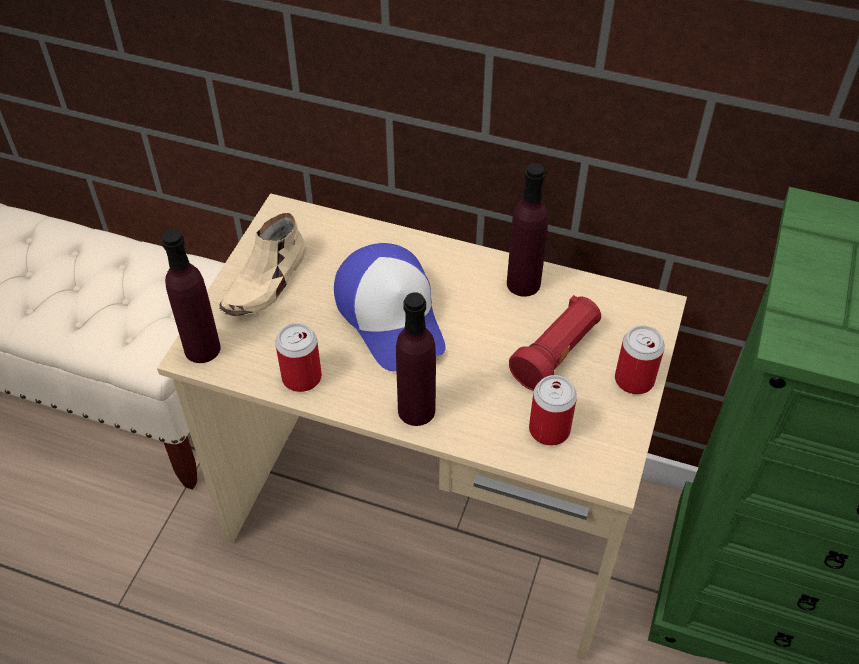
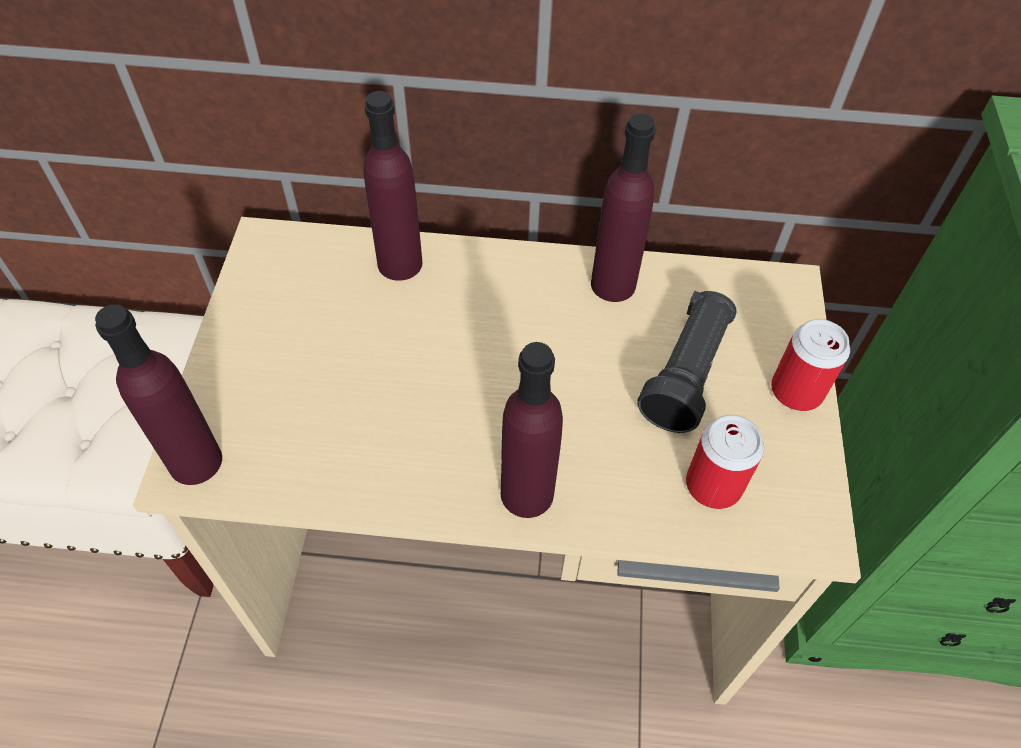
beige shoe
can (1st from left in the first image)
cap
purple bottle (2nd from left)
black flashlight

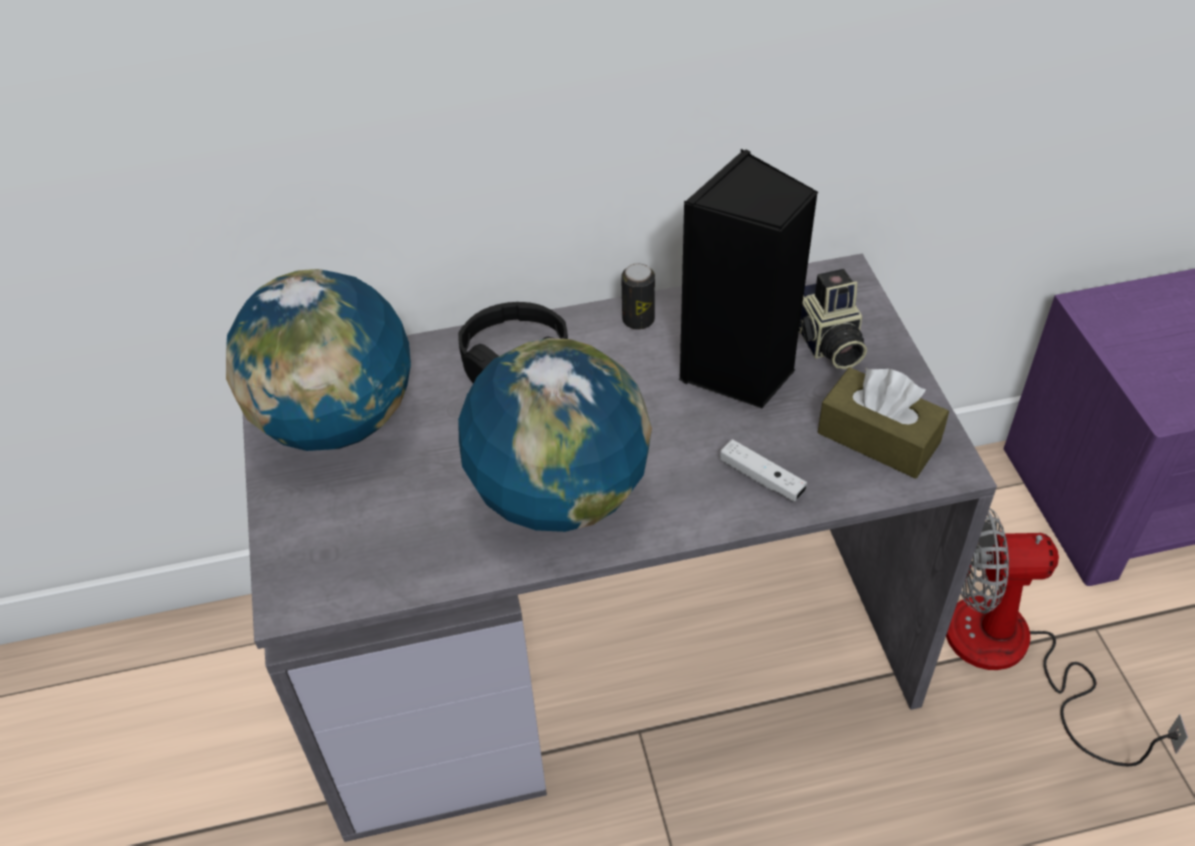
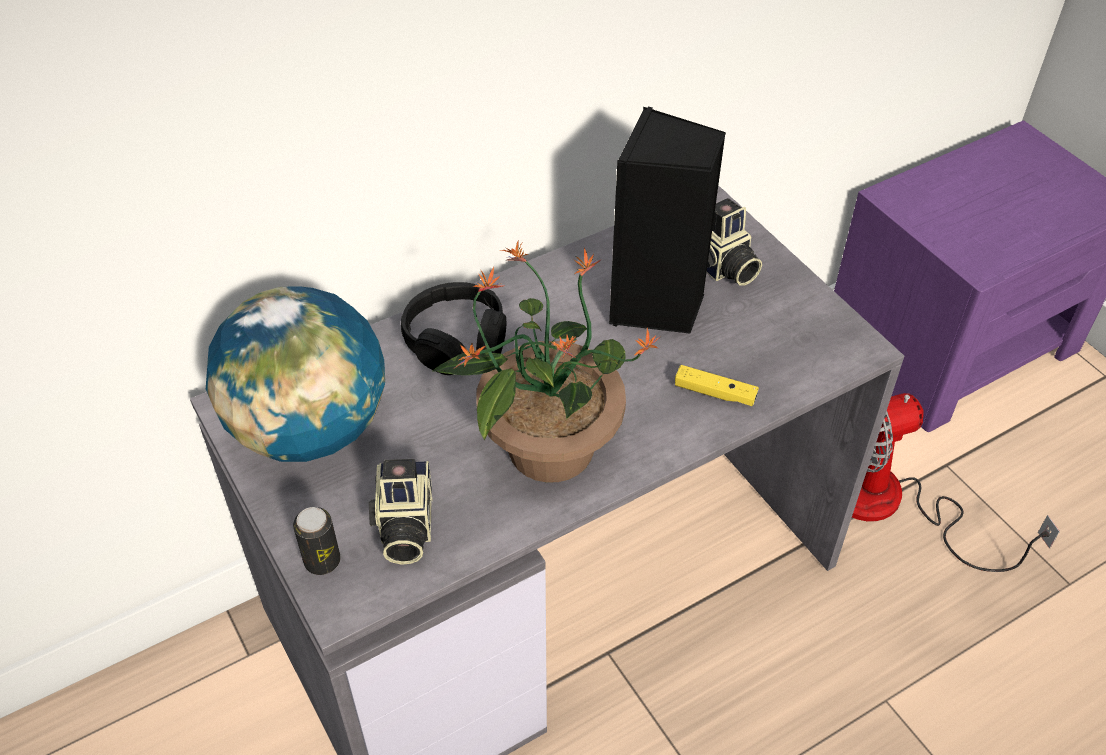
brown tissue box
photo camera (1st from left)
can
potted plant
yellow game controller

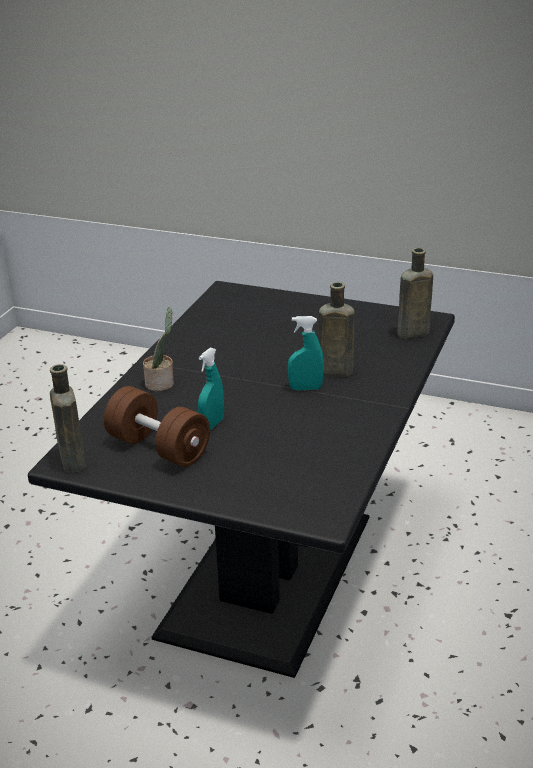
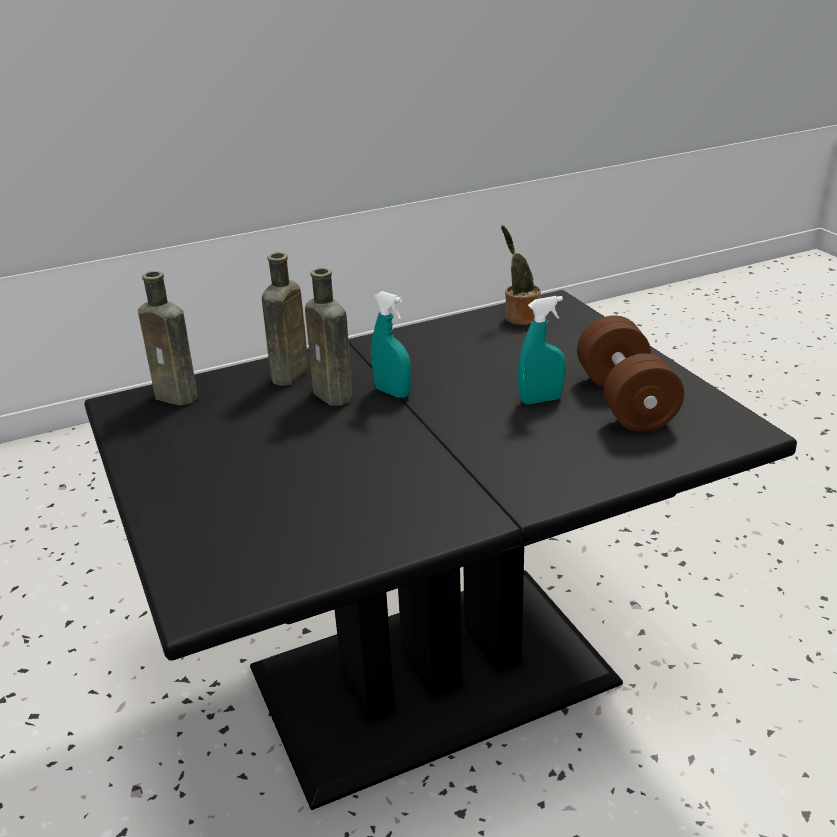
brown bottle (2nd from left)
potted plant

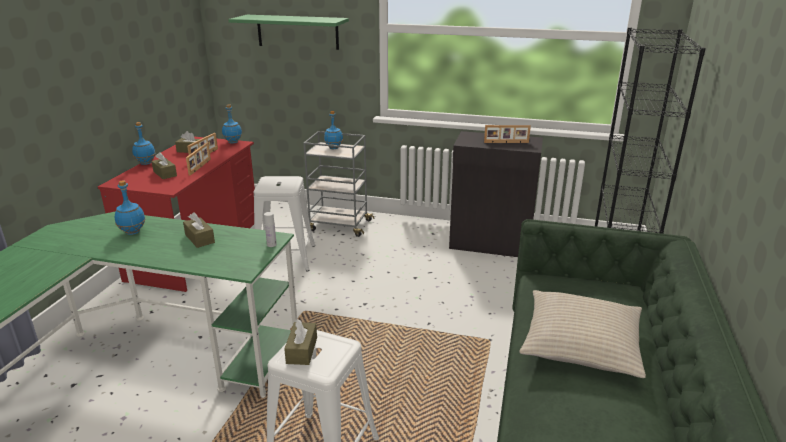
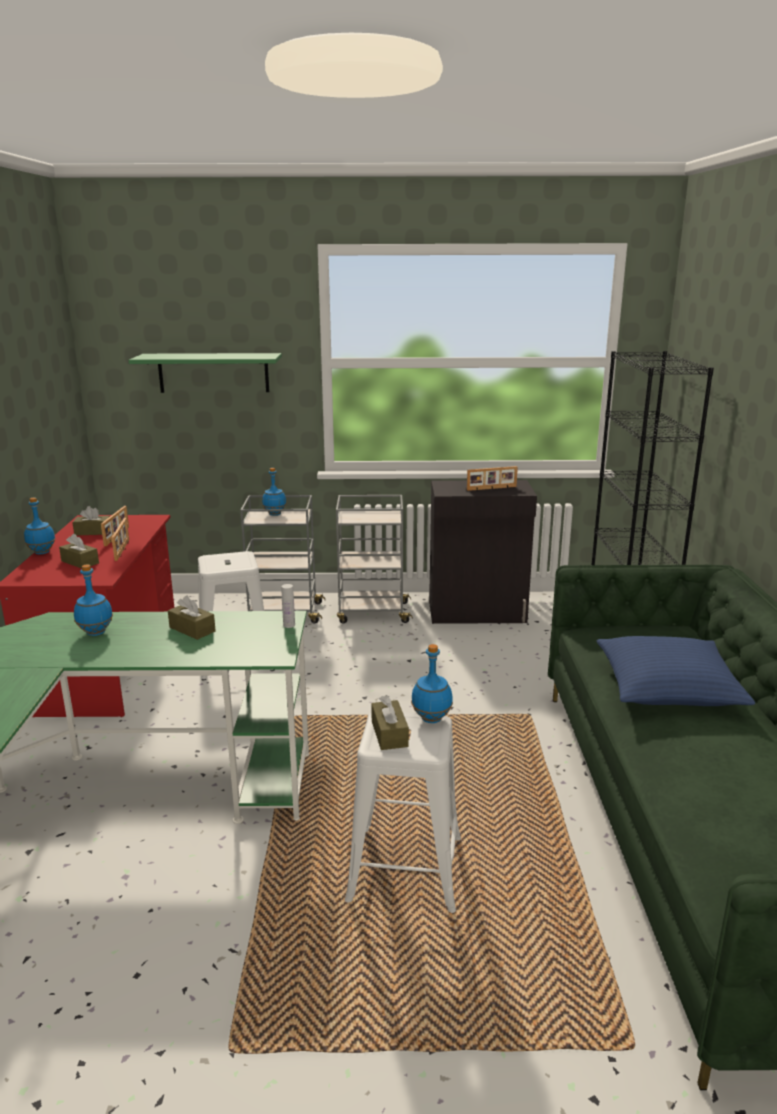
grey cart (2nd from left)
blue bottle (4th from left)
blue pillow

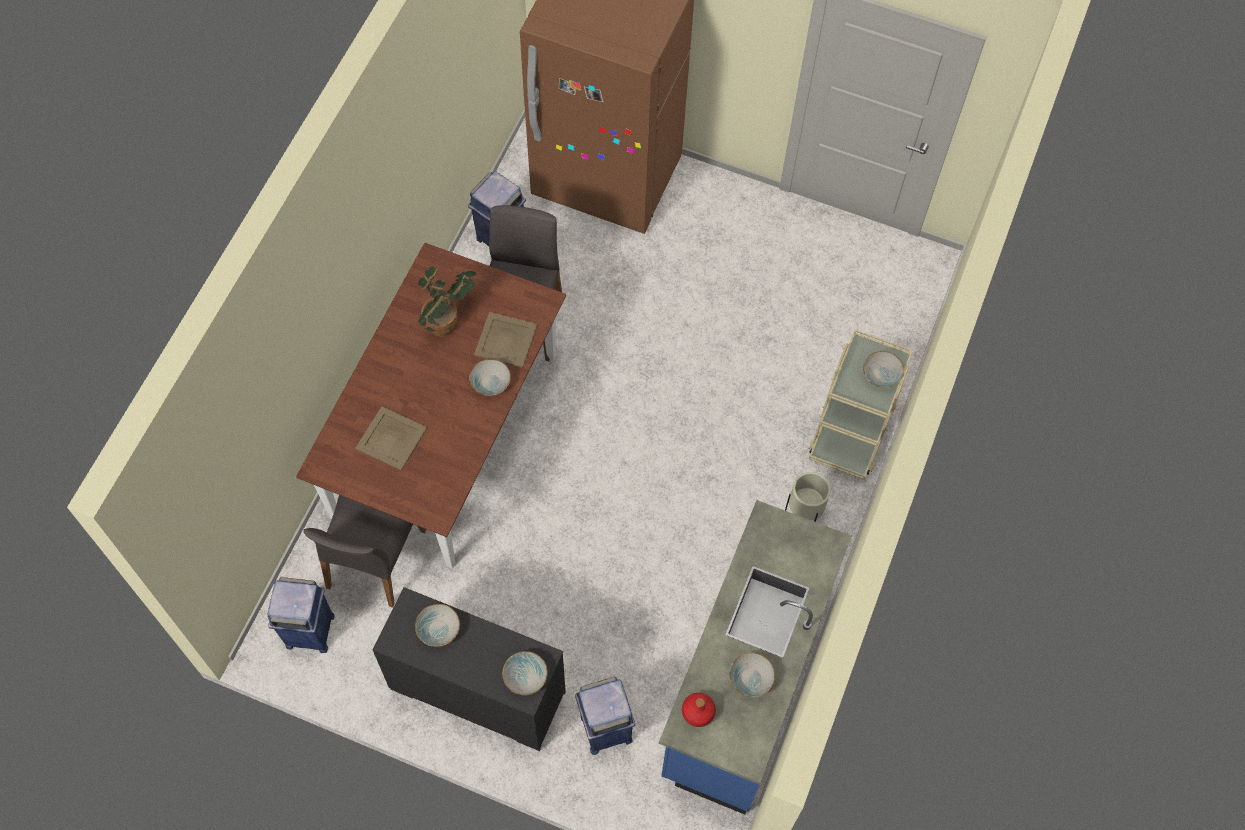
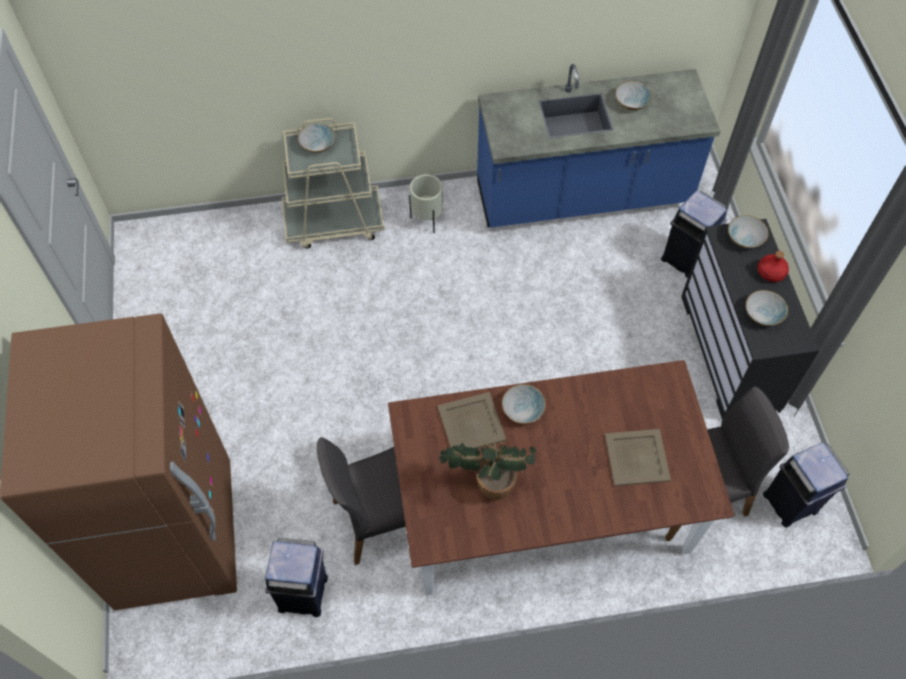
red bottle

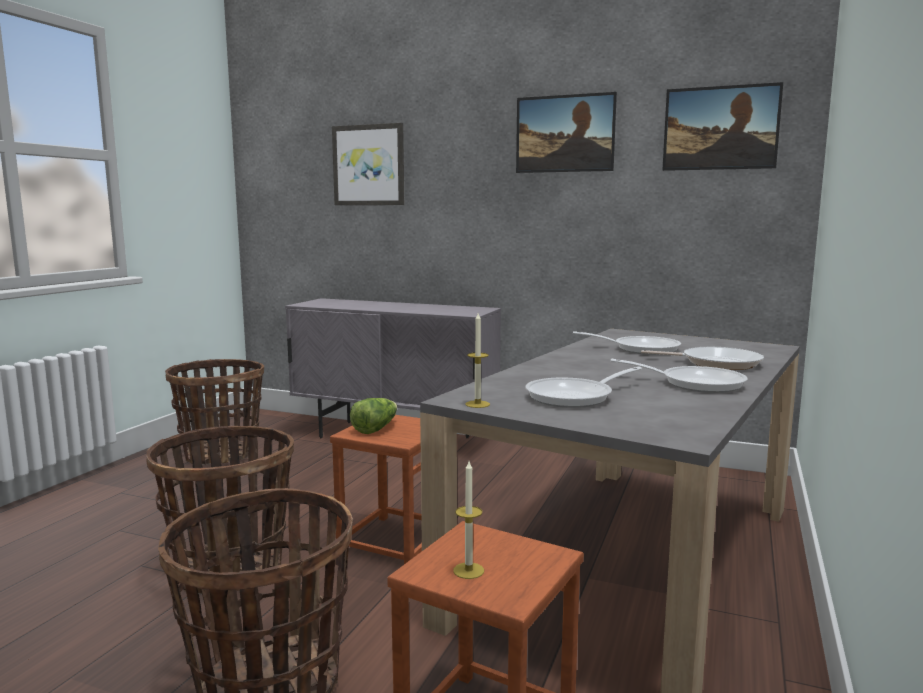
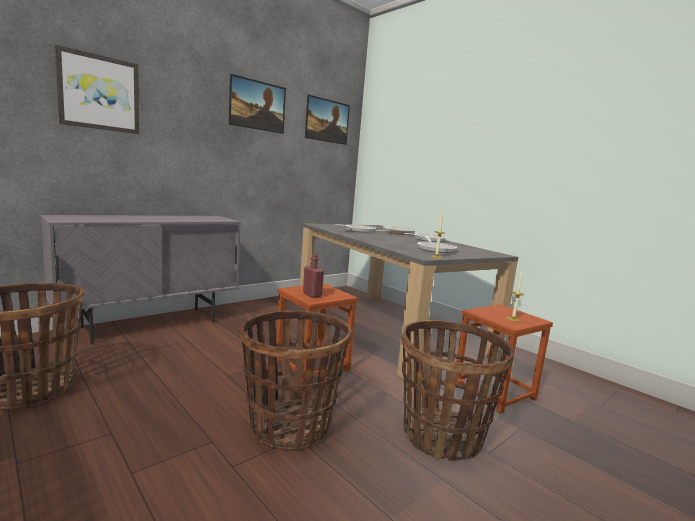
red bottle

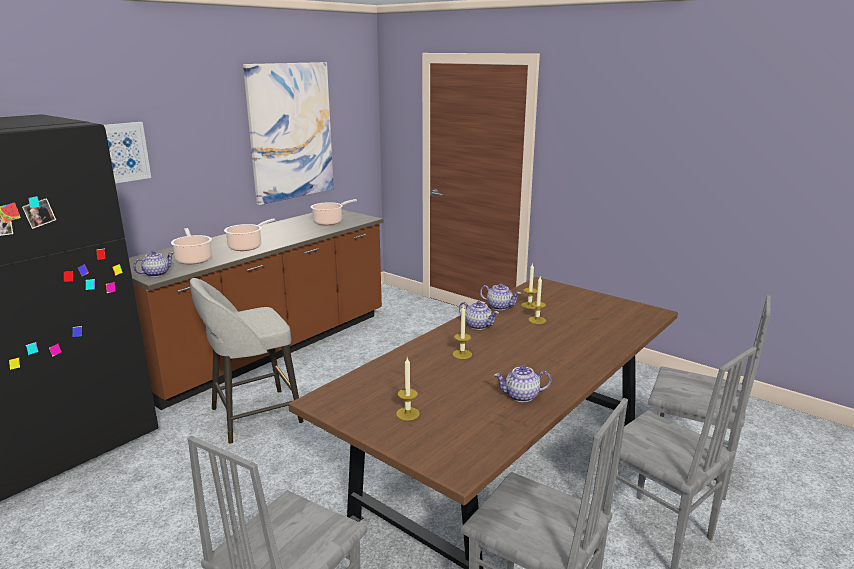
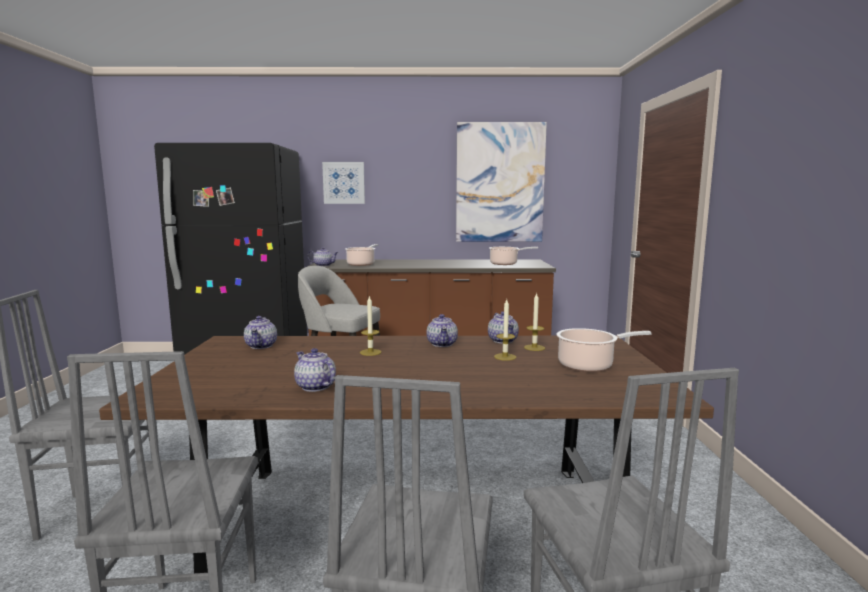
candle (1st from left in the first image)
teapot (1st from left)
cooking pot (3rd from left)

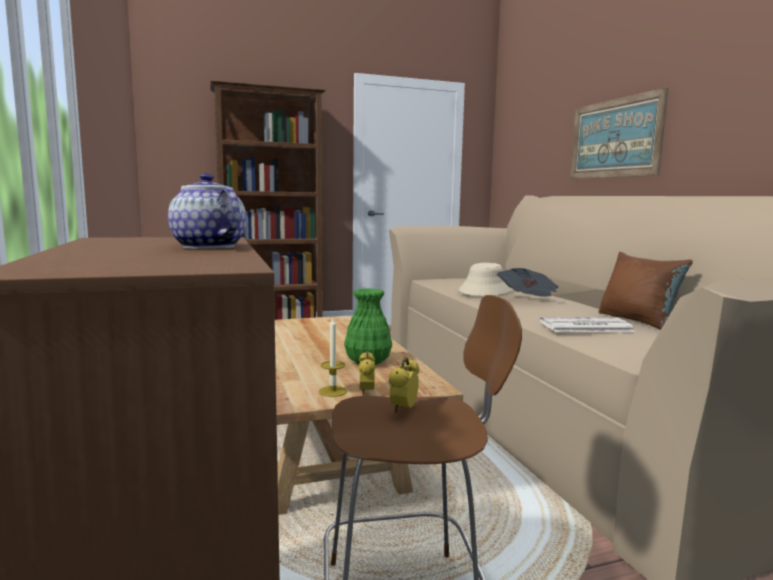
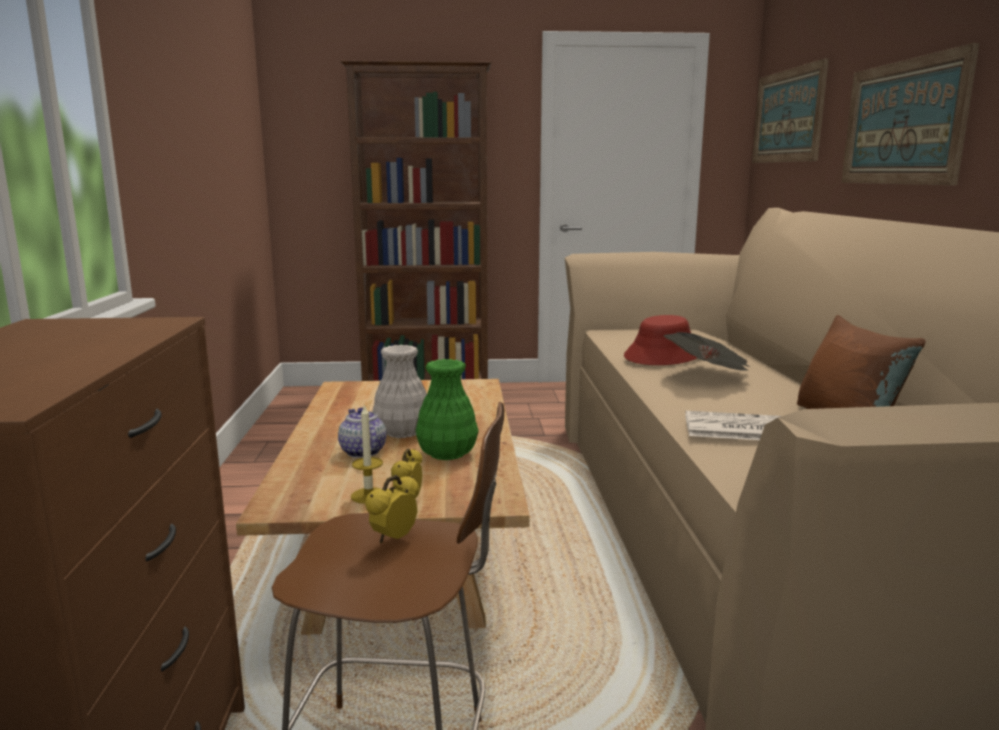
white vase
picture (1st from left)
teapot
red hat

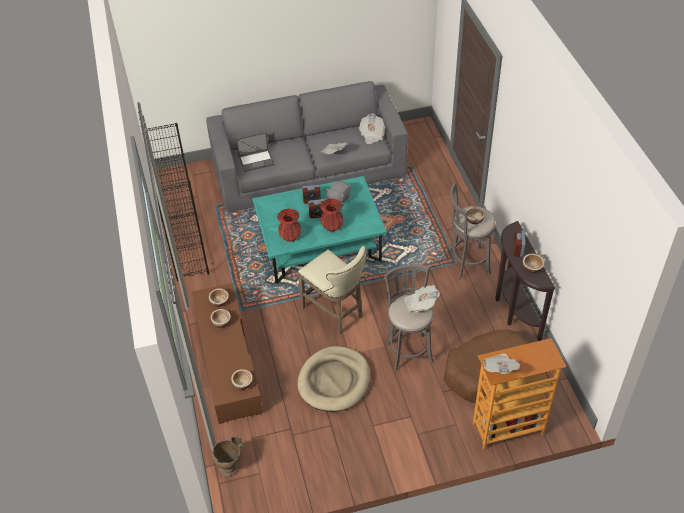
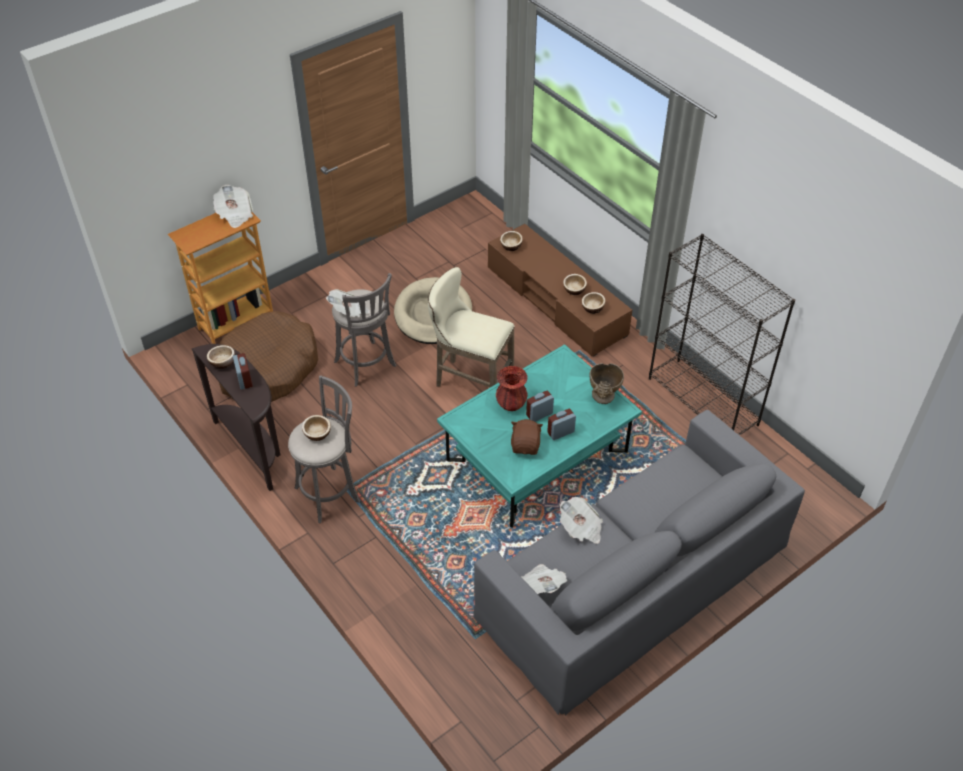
laptop
red vase (1st from left in the first image)
beige vase
brown plush toy

